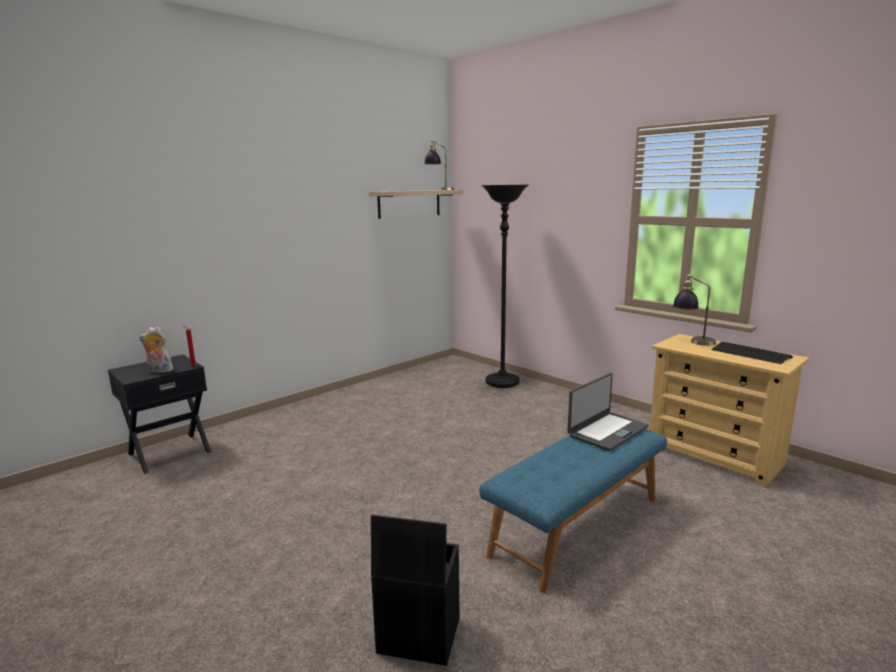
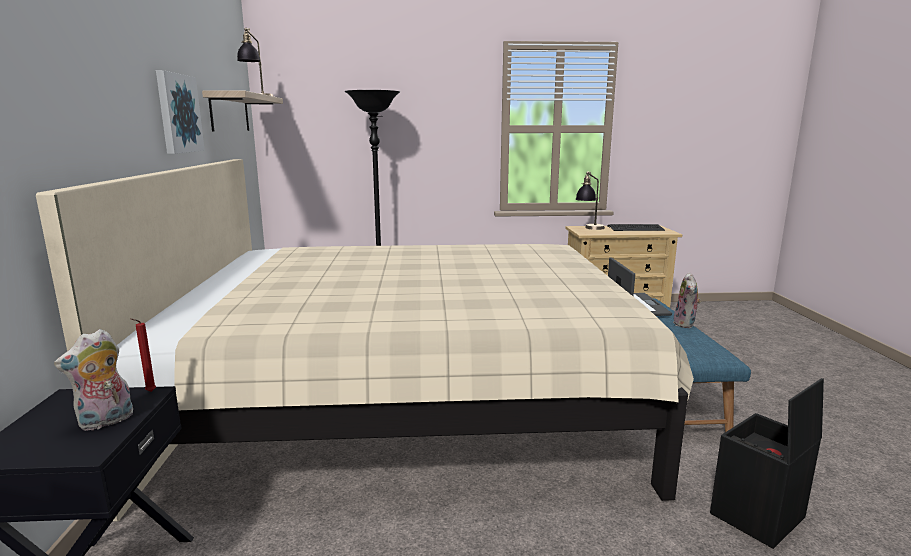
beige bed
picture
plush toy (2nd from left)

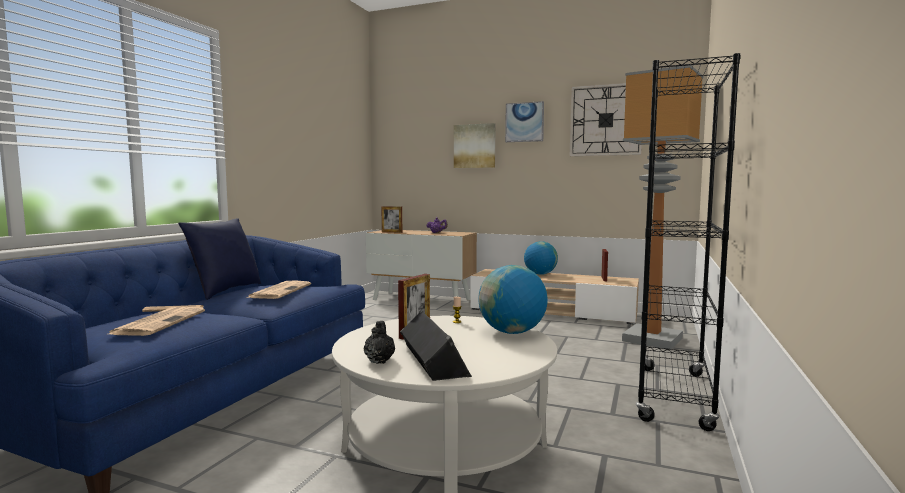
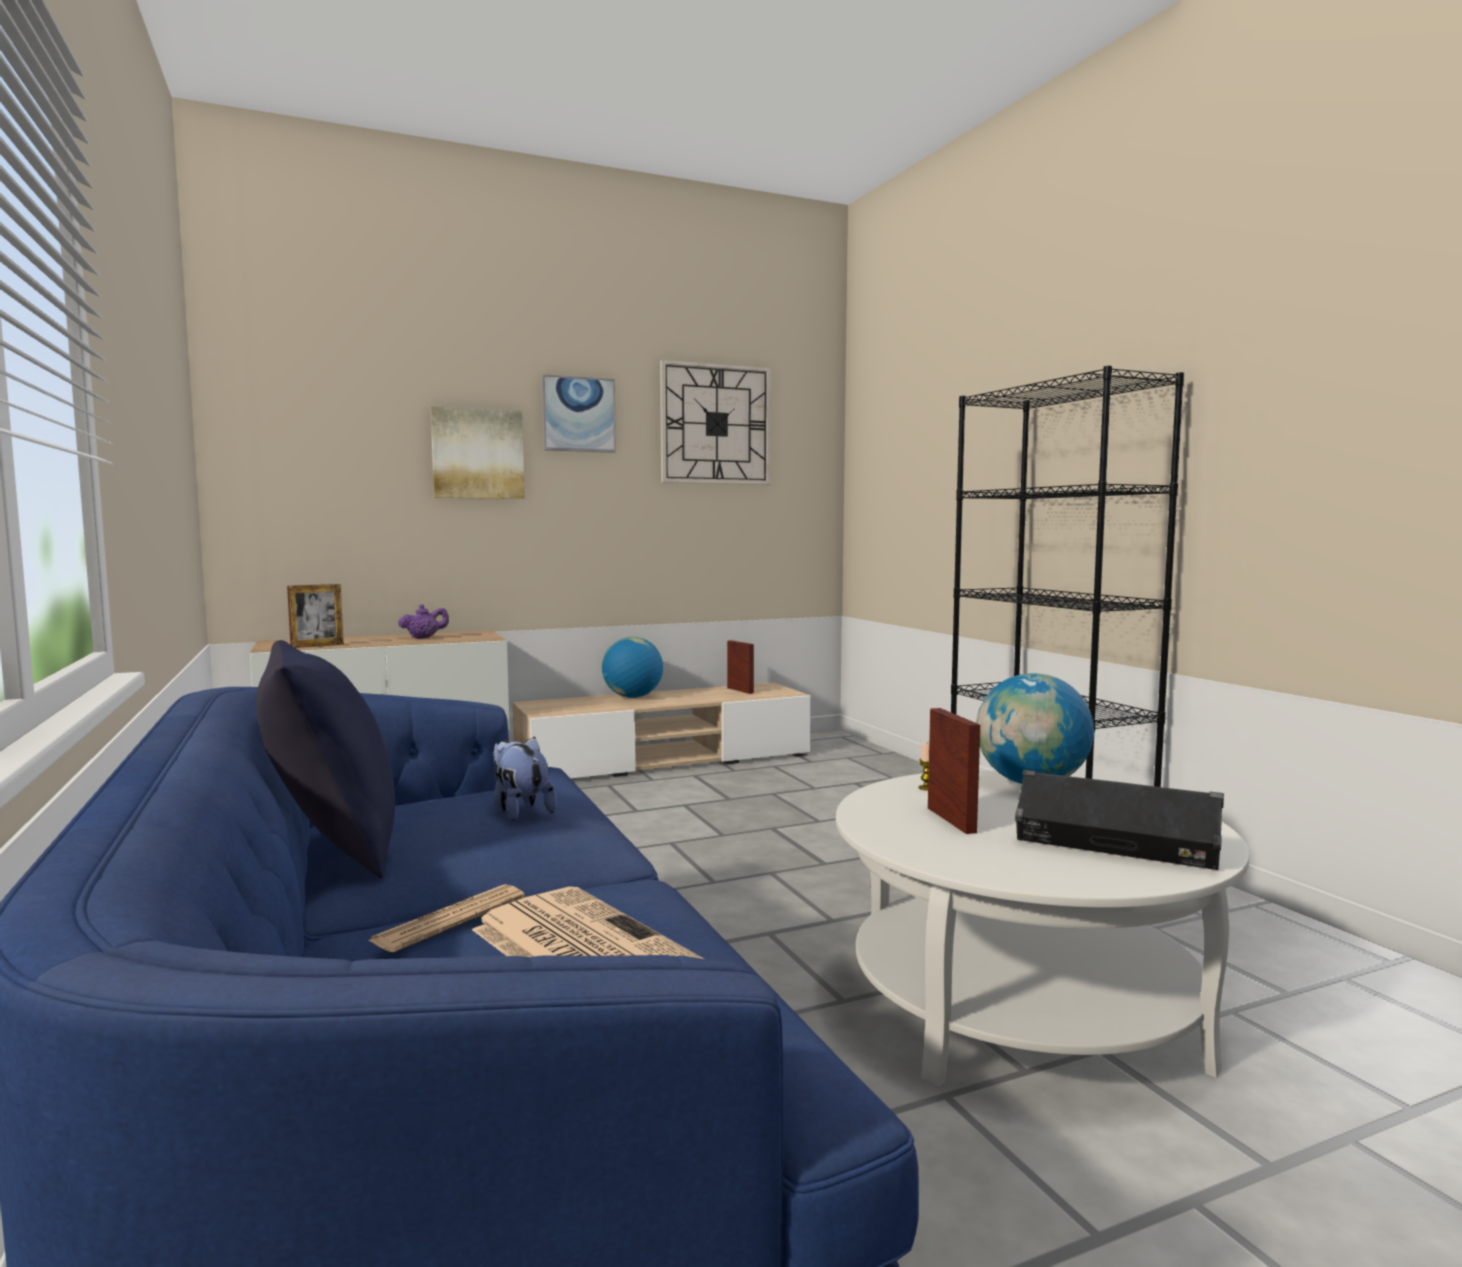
black teapot
floor lamp
plush toy

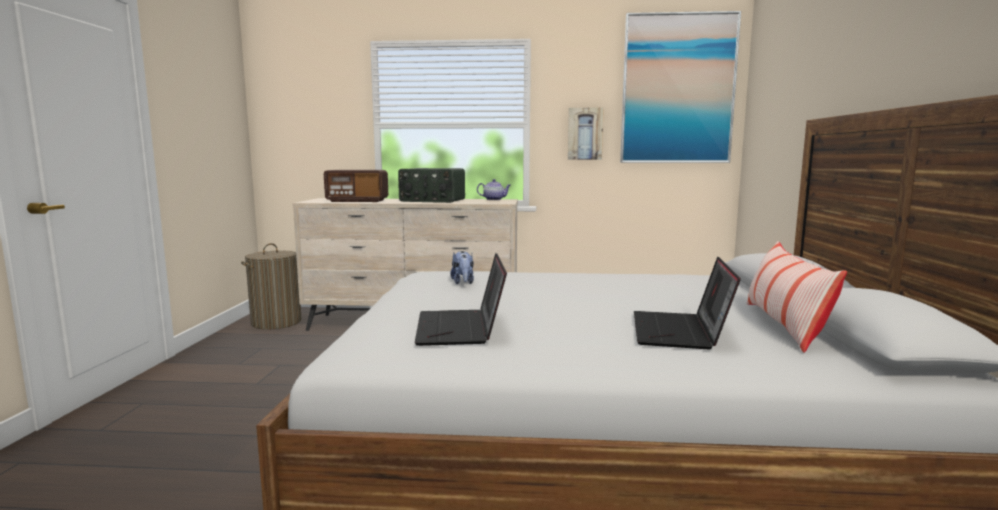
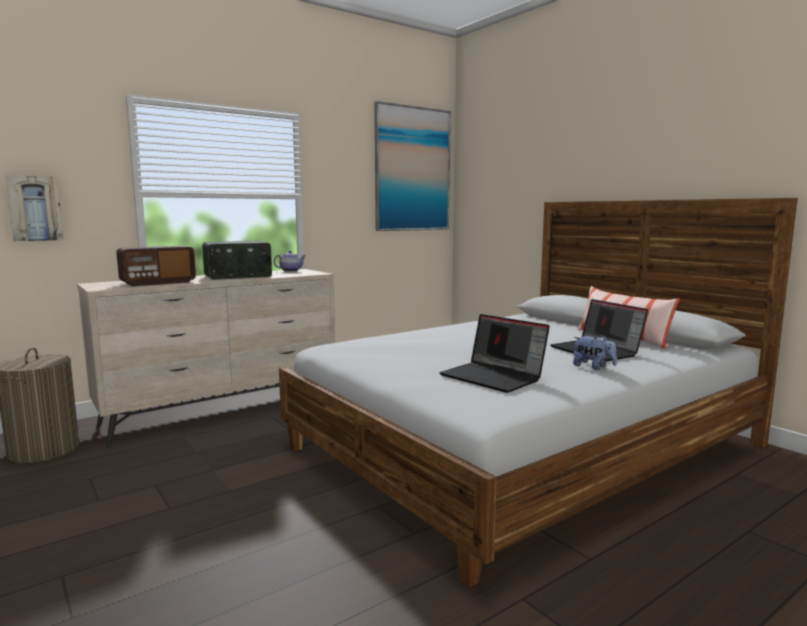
plush toy
picture (1st from left)

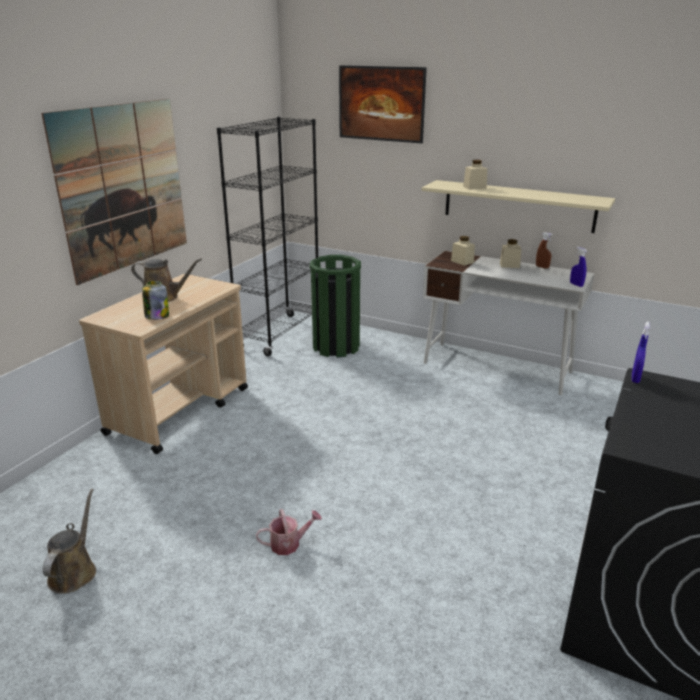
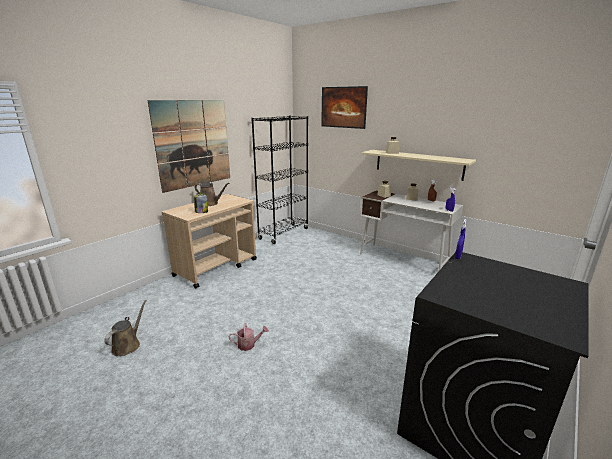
green trash can

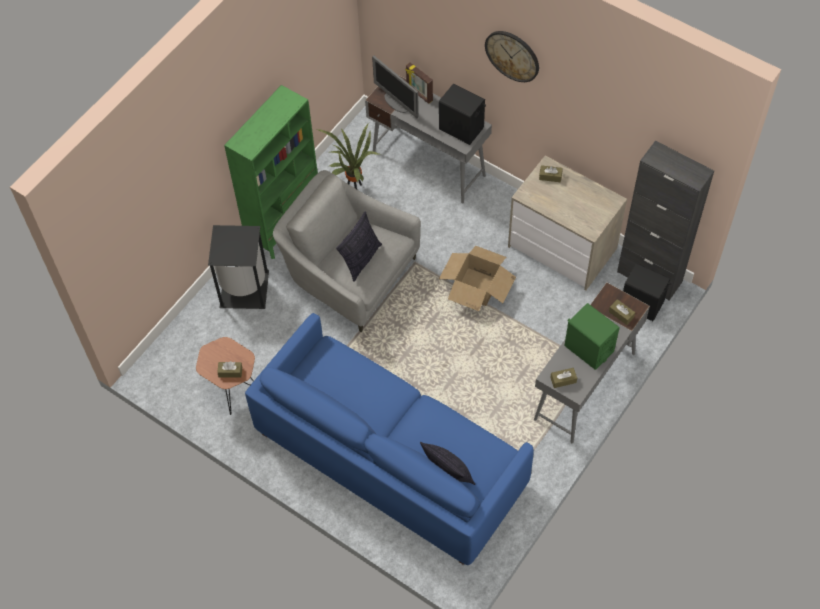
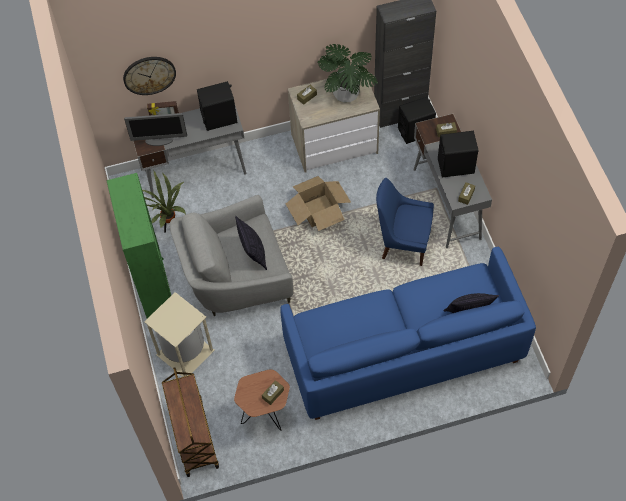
brown cart
potted plant (2nd from left)
blue chair
wall clock
beige trash can
black speaker (3rd from left)

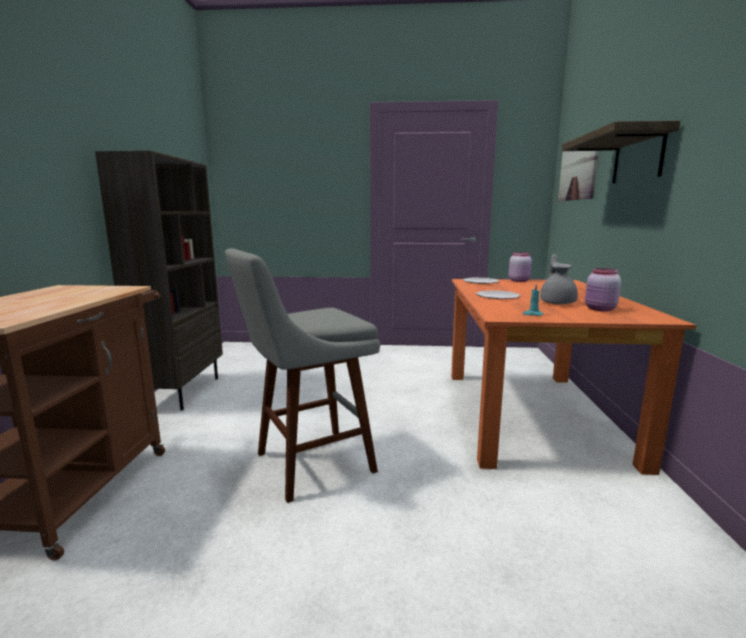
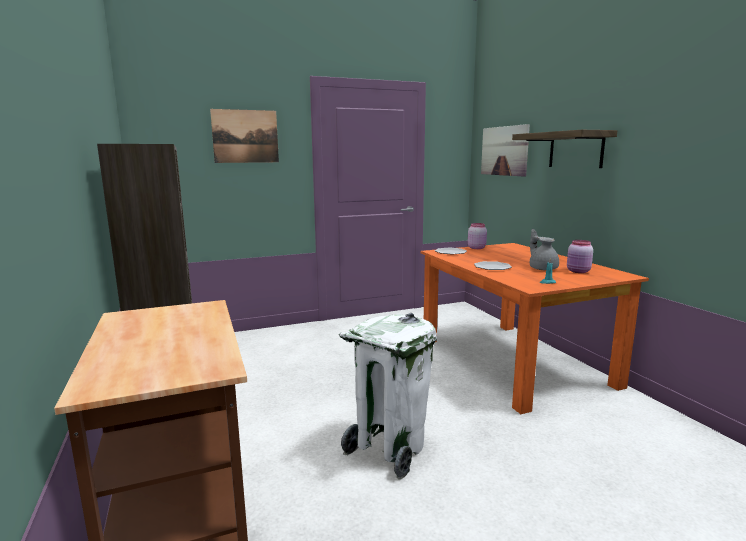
picture (1st from left)
white trash can

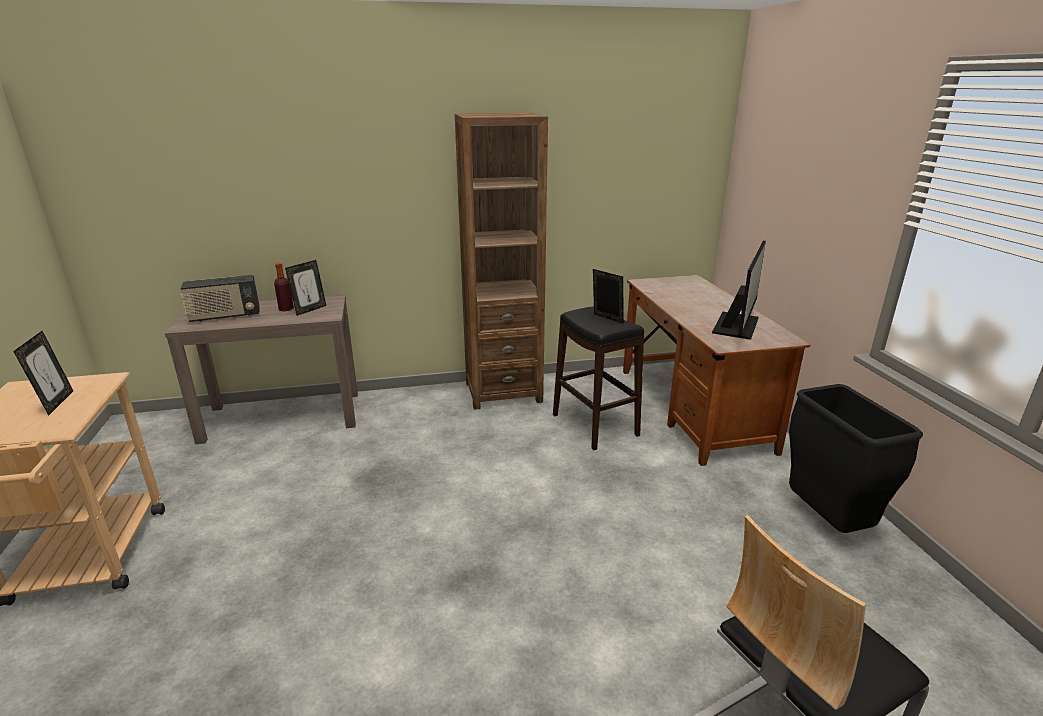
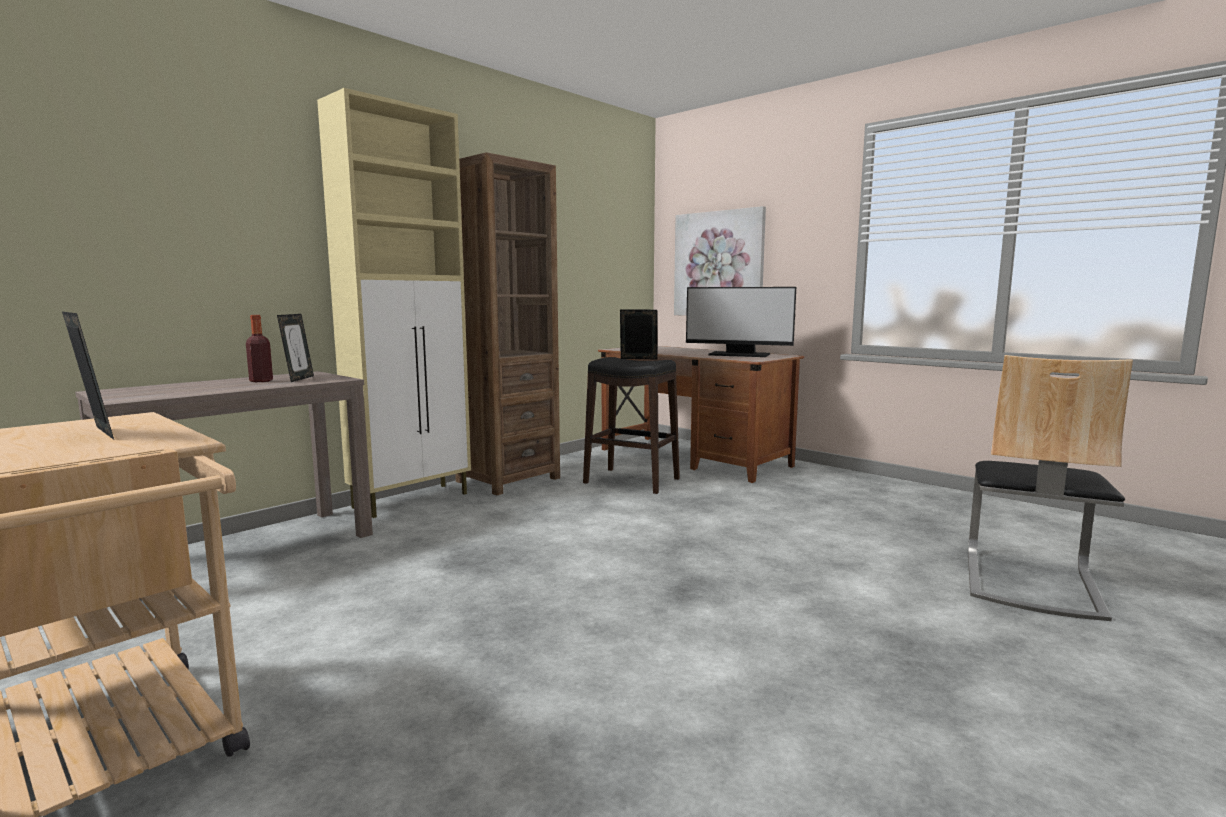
radio
black trash can
beige cabinet
picture
monitor

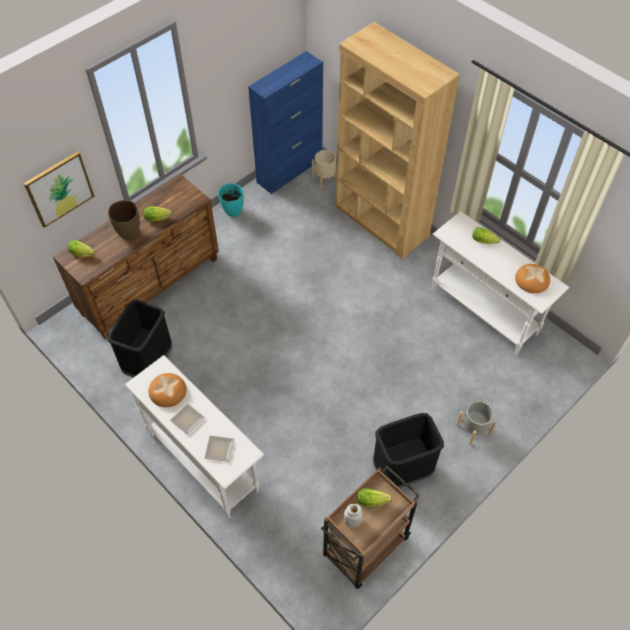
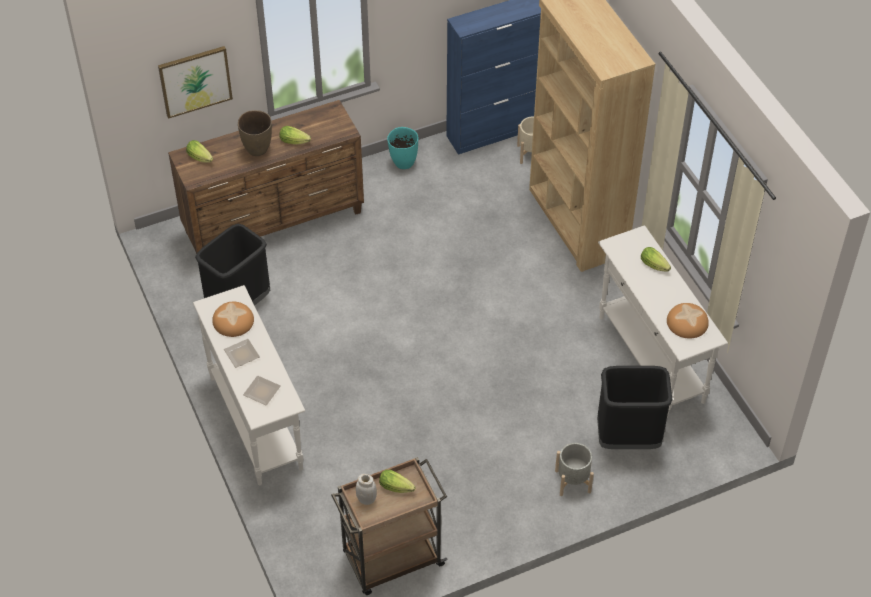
black trash can (2nd from left)

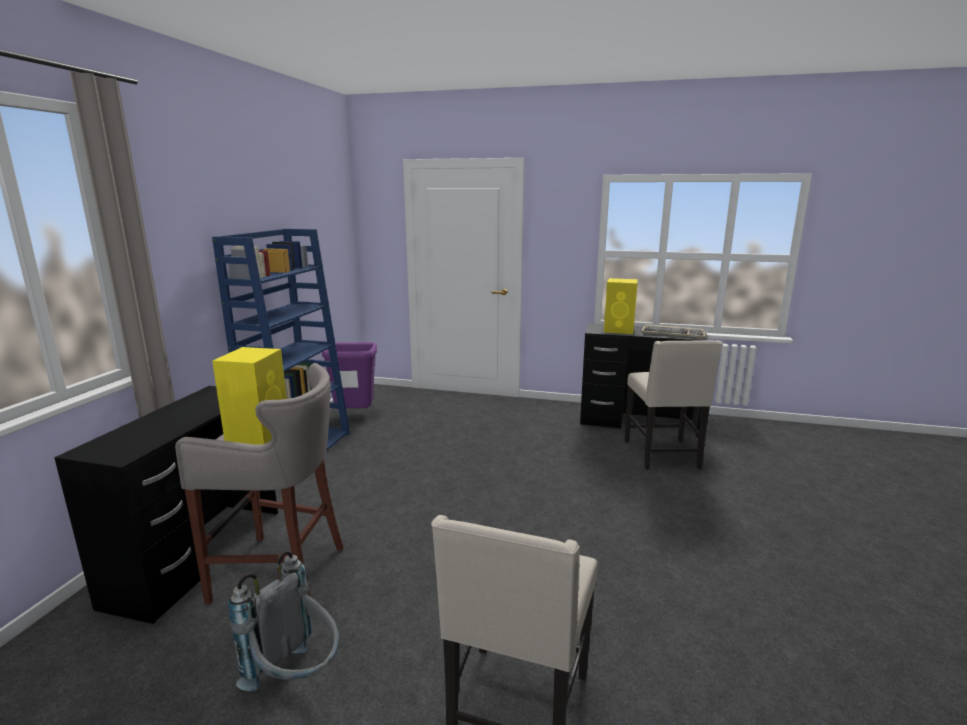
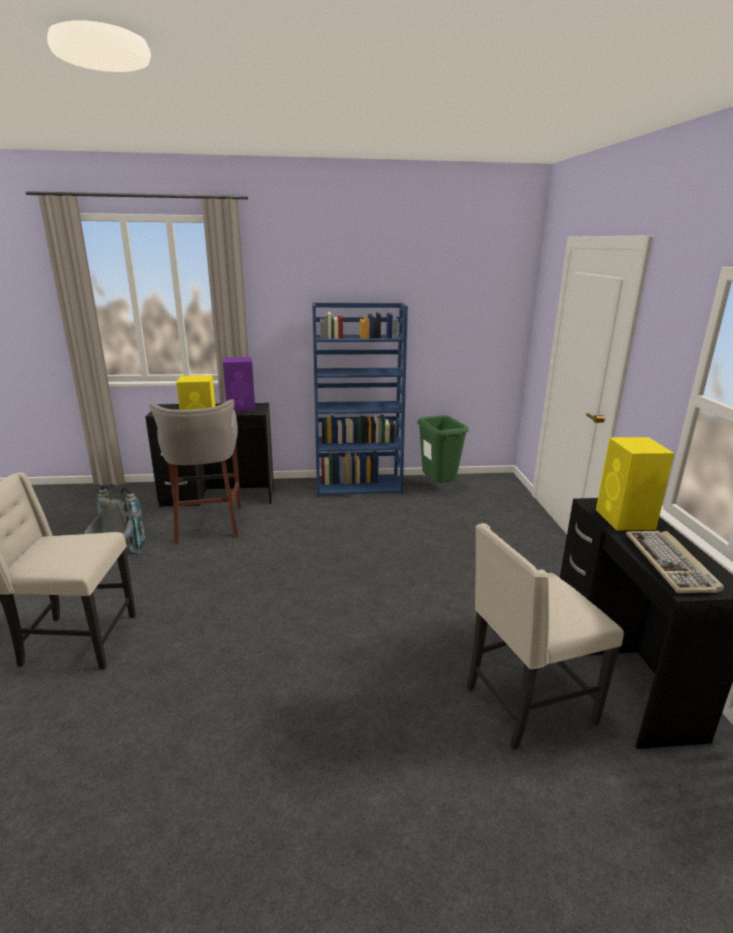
purple speaker
green trash can

